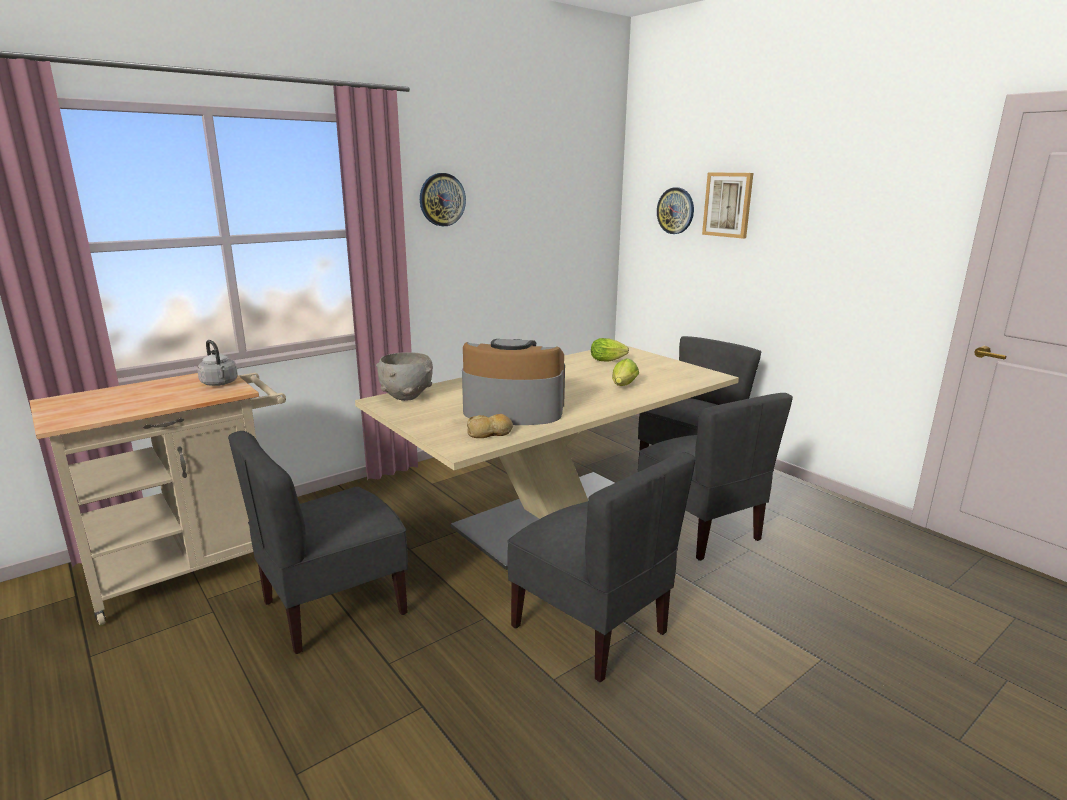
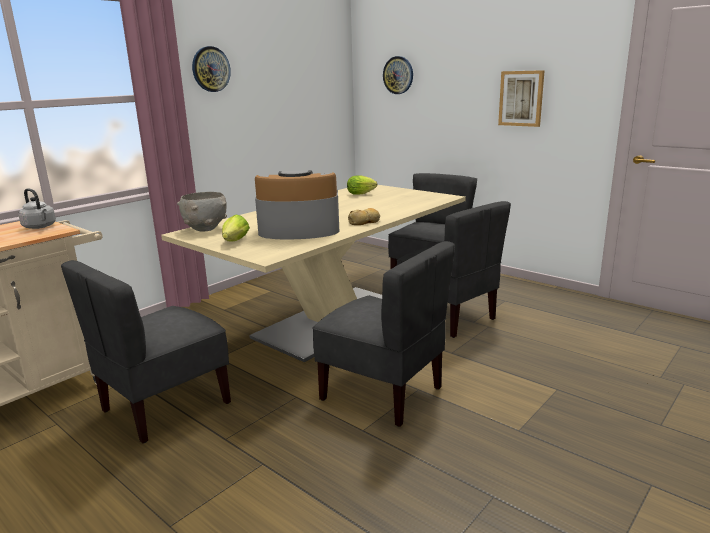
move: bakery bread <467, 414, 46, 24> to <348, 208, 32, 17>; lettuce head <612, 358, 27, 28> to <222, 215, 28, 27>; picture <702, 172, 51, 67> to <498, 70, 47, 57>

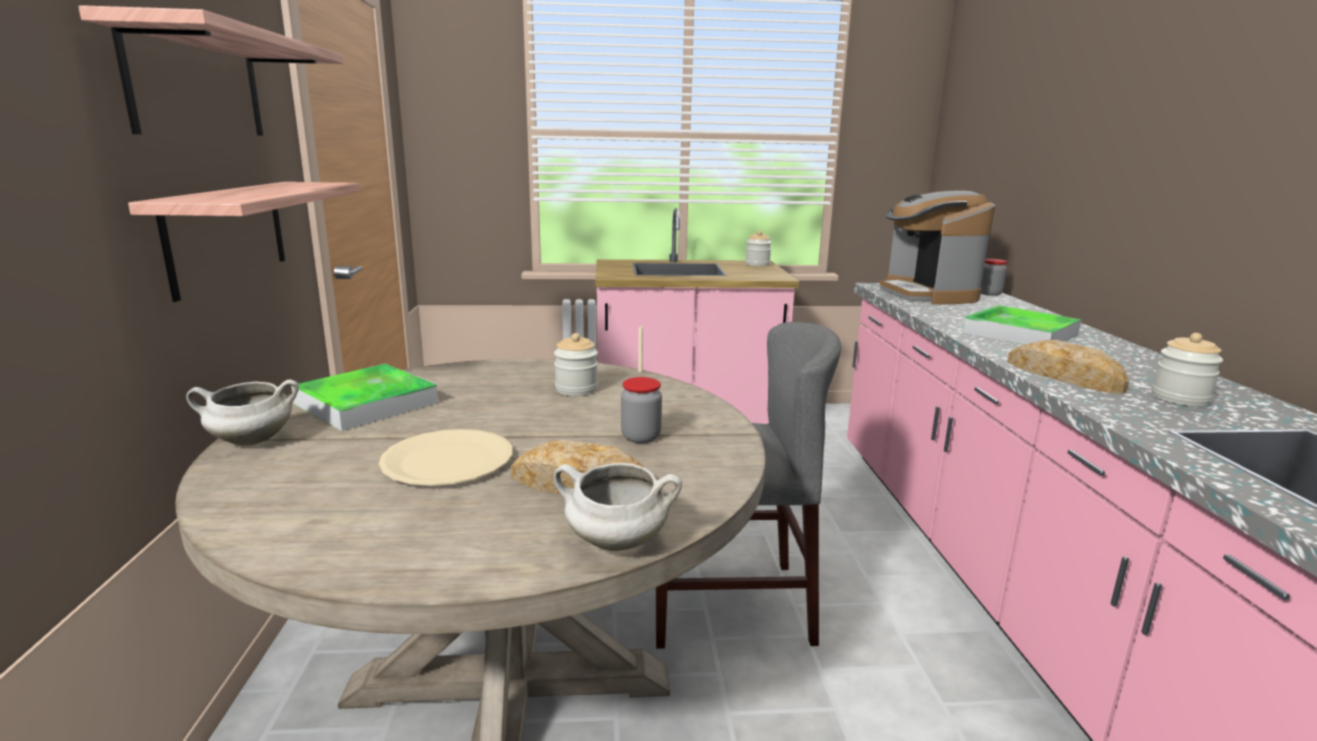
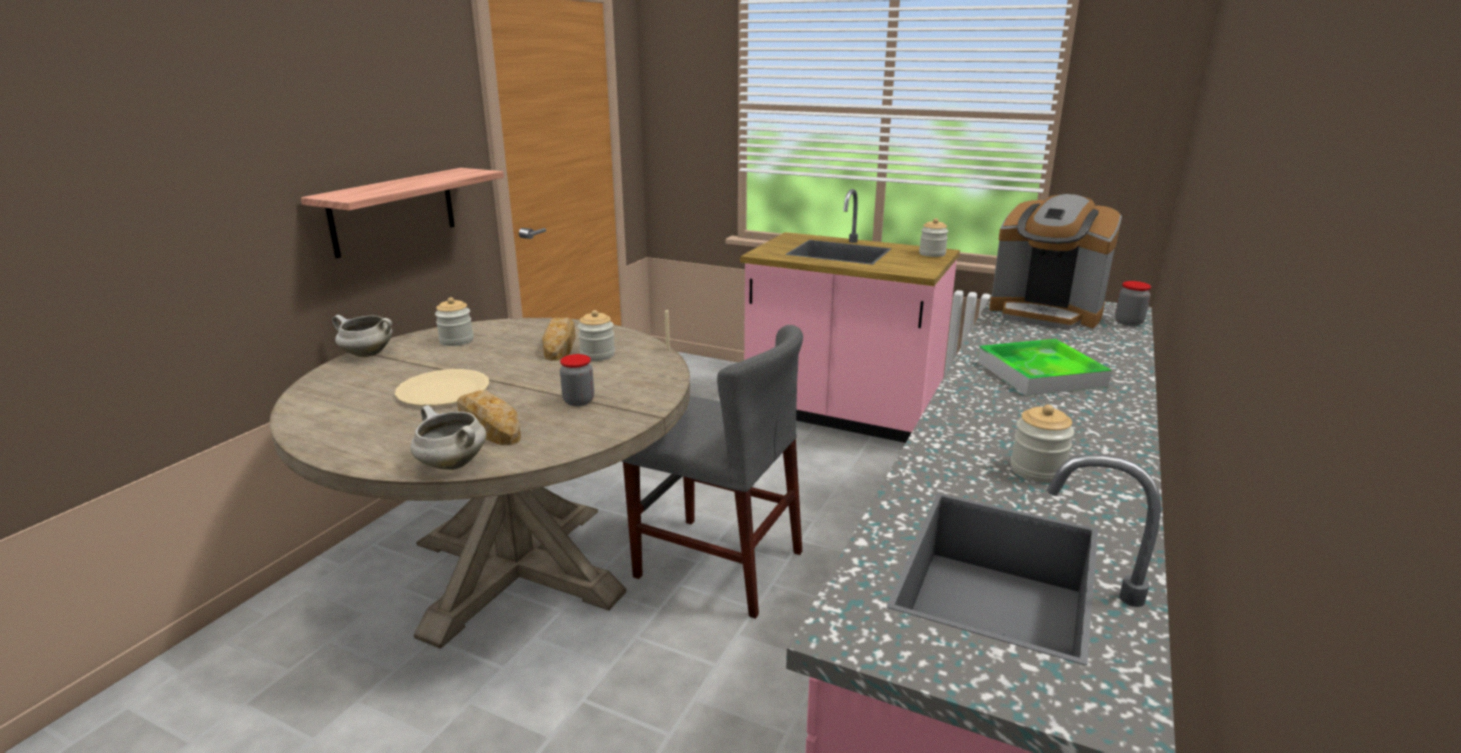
delete: shelf <78, 5, 265, 131>
move: bakery bread <1007, 340, 122, 54> to <542, 318, 34, 43>
replace: tray <291, 364, 147, 67> to jar <435, 297, 39, 49>
rotate: coffee machine <880, 191, 115, 113> = <989, 194, 133, 136> 75 degrees counterclockwise

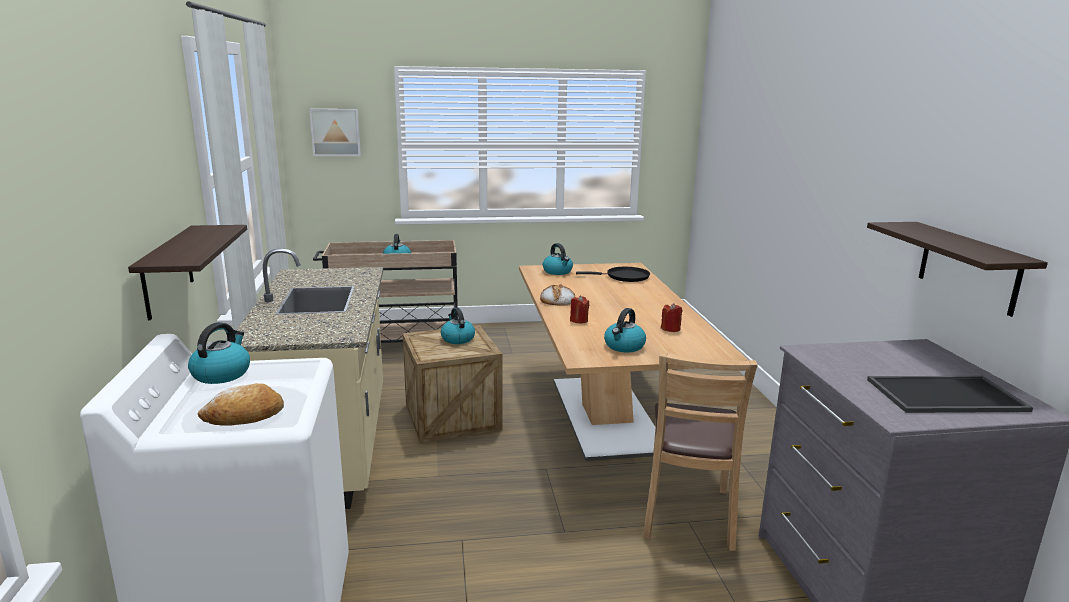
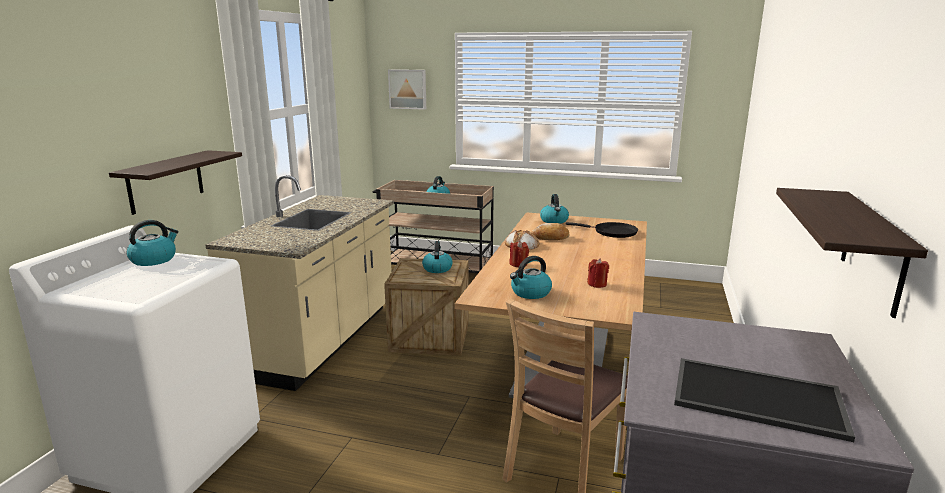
move: bakery bread <198, 383, 86, 43> to <531, 223, 39, 17>

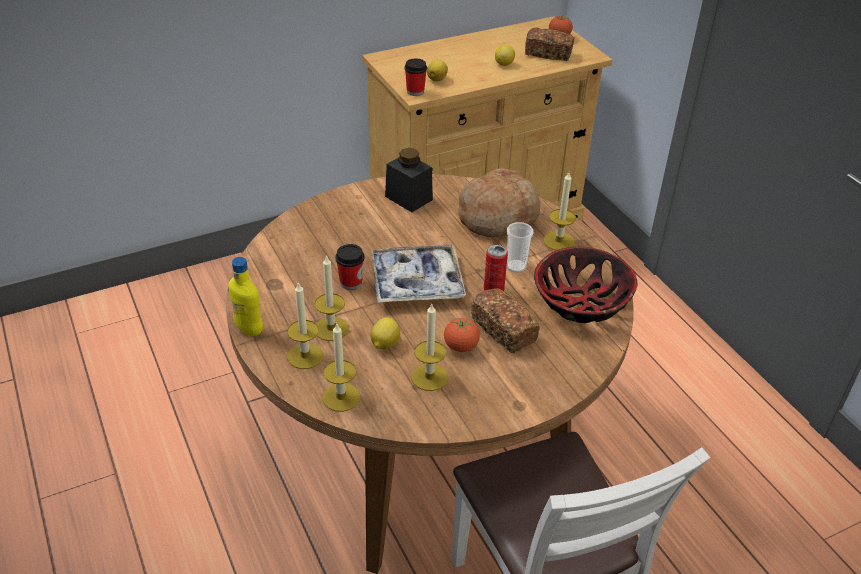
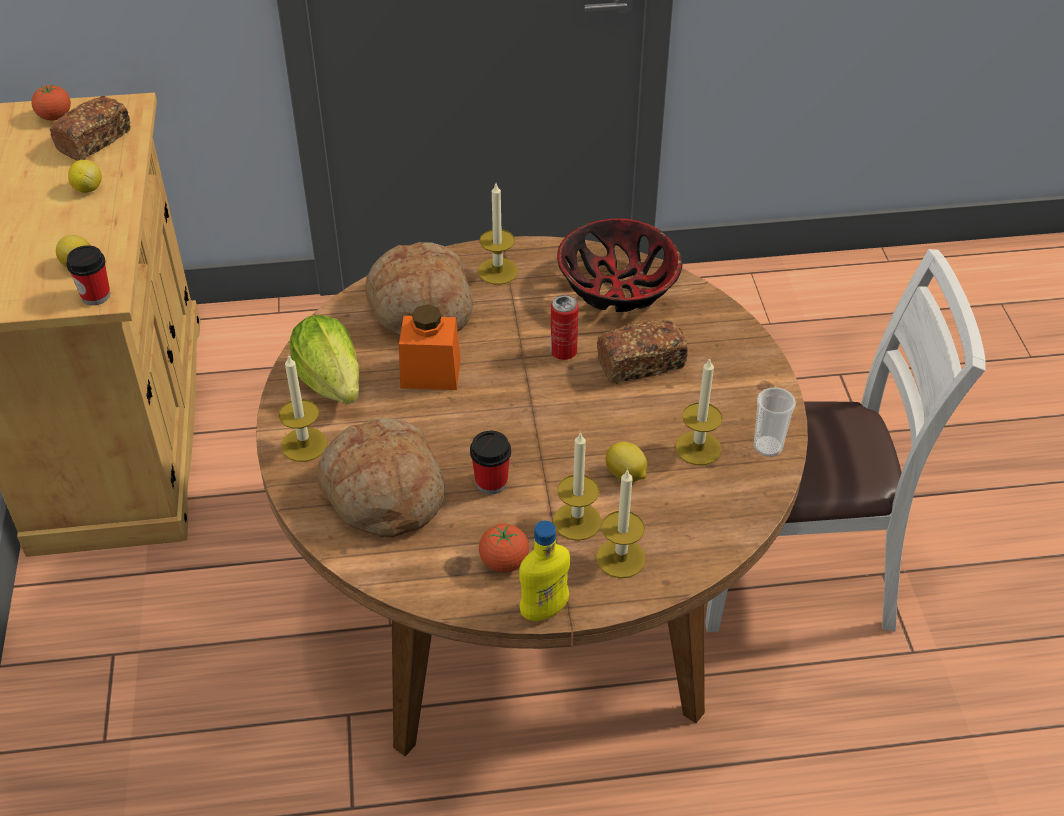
delete: tray <371, 245, 95, 58>
insert: bakery bread <317, 418, 128, 120>; jar in orange-coloured <399, 304, 62, 86>
move: wax light <322, 324, 38, 88> to <279, 354, 48, 108>; fresh tomato <444, 318, 36, 34> to <479, 524, 50, 49>; small cup <507, 222, 27, 51> to <754, 387, 42, 70>
replace: jar in blackish <385, 148, 48, 64> to lettuce head <290, 315, 69, 89>

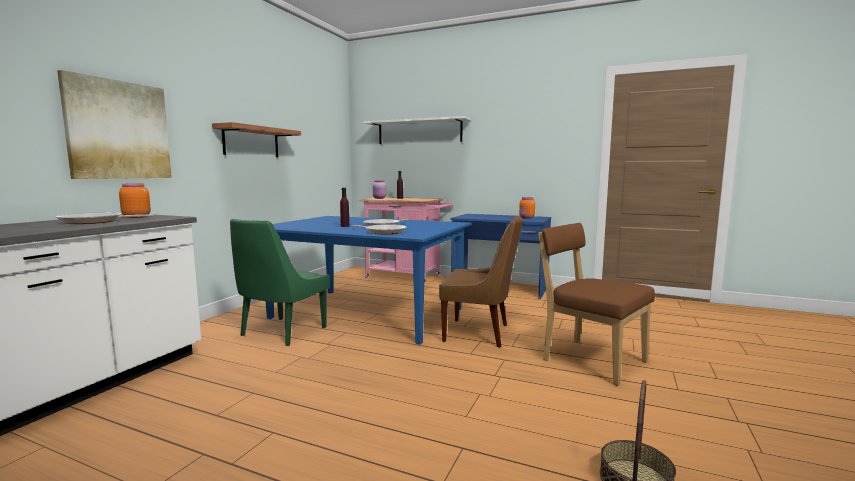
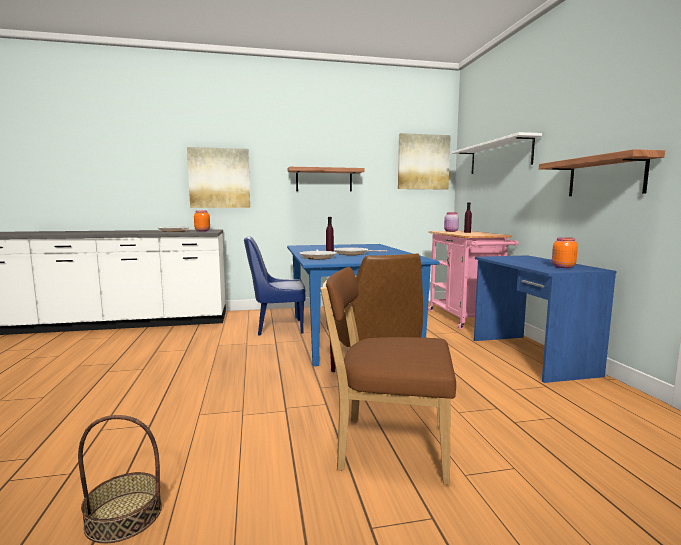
insert: picture <398, 133, 53, 57>; shelf <539, 149, 126, 47>
recolor: upright chair in green <230, 219, 99, 127> to upright chair in blue <244, 236, 61, 100>
rotate: upright chair in brownish <538, 223, 117, 163> = <320, 267, 136, 218> 90 degrees counterclockwise

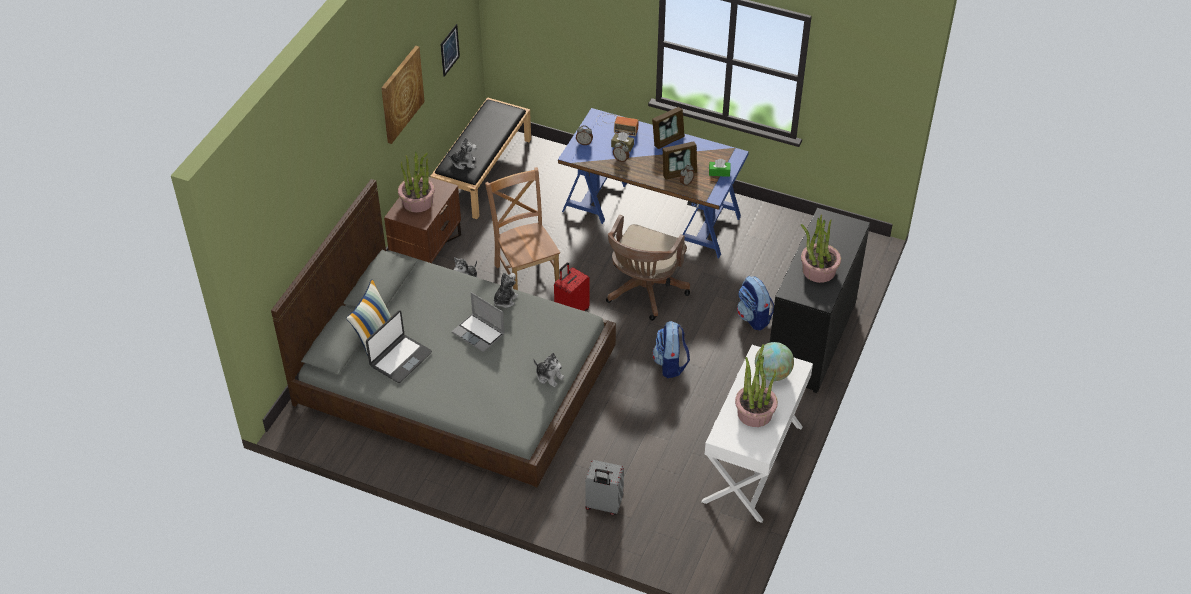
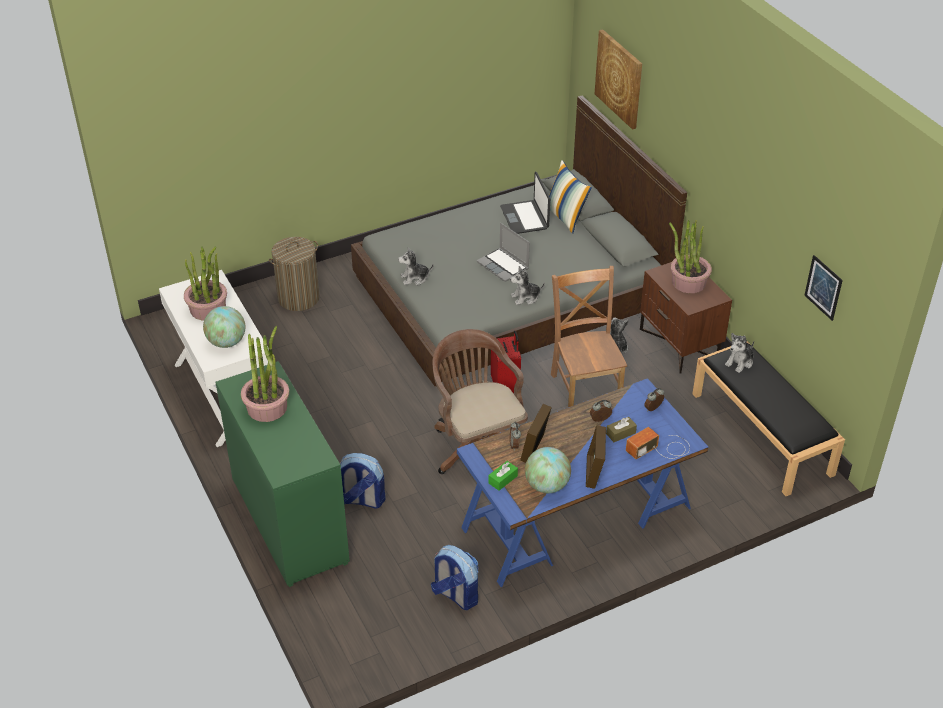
insert: globe <525, 447, 46, 46>
move: picture <381, 46, 44, 98> to <595, 29, 47, 101>; rucksack <653, 321, 37, 57> to <431, 545, 47, 65>
replace: suitcase in greyish <585, 460, 39, 55> to hamper <269, 237, 51, 74>
recolor: drawer chest in blackish <770, 208, 100, 185> to drawer chest in green <216, 361, 134, 226>
rotate: notebook computer <452, 292, 53, 61> = <477, 223, 53, 59> 120 degrees counterclockwise; upright chair in brownish <485, 167, 75, 123> = <551, 266, 76, 141> 120 degrees counterclockwise; plush toy <494, 273, 25, 35> = <510, 266, 35, 39> 90 degrees clockwise

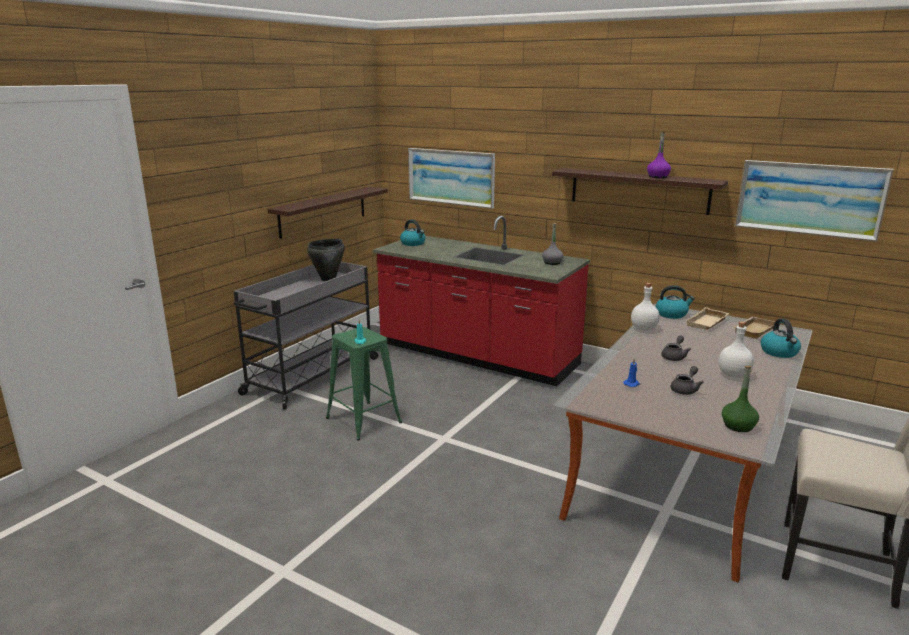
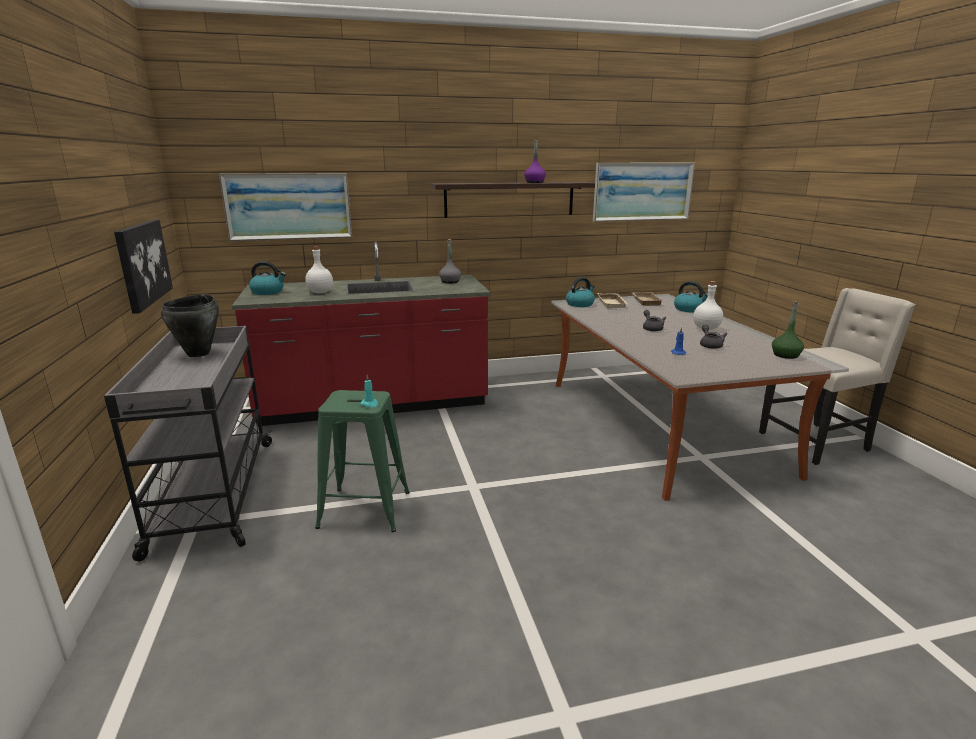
move: beverage bottle in white-coloured <631, 283, 29, 48> to <305, 246, 28, 47>
replace: shelf <268, 187, 120, 52> to picture <114, 220, 59, 94>

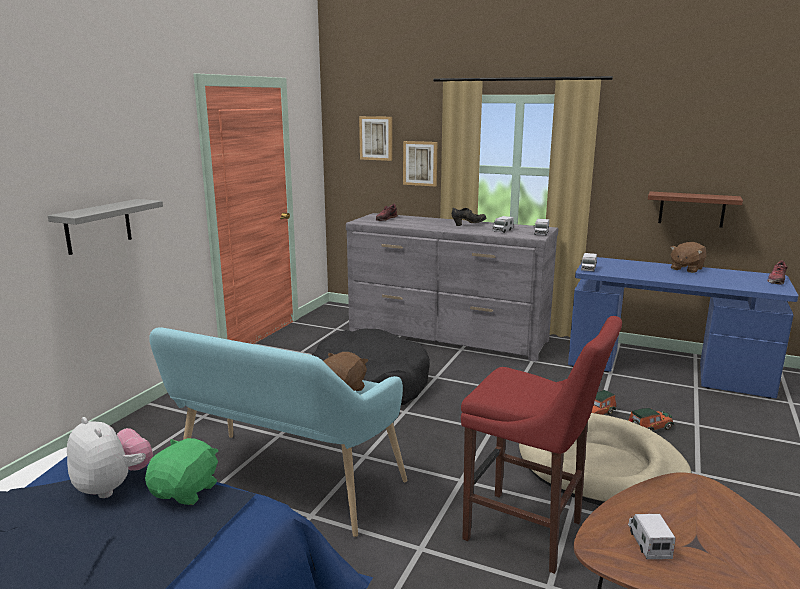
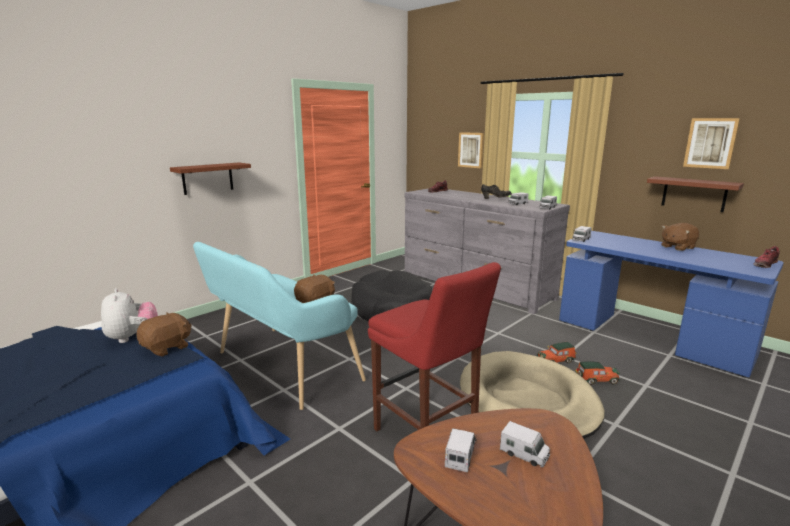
insert: toy lorry <500, 421, 50, 46>
move: picture <359, 116, 33, 45> to <683, 118, 57, 51>
recolor: shelf in greyish <48, 199, 115, 56> to shelf in brownish <170, 162, 81, 33>; plush toy in green <145, 438, 73, 67> to plush toy in brownish <136, 312, 56, 45>

